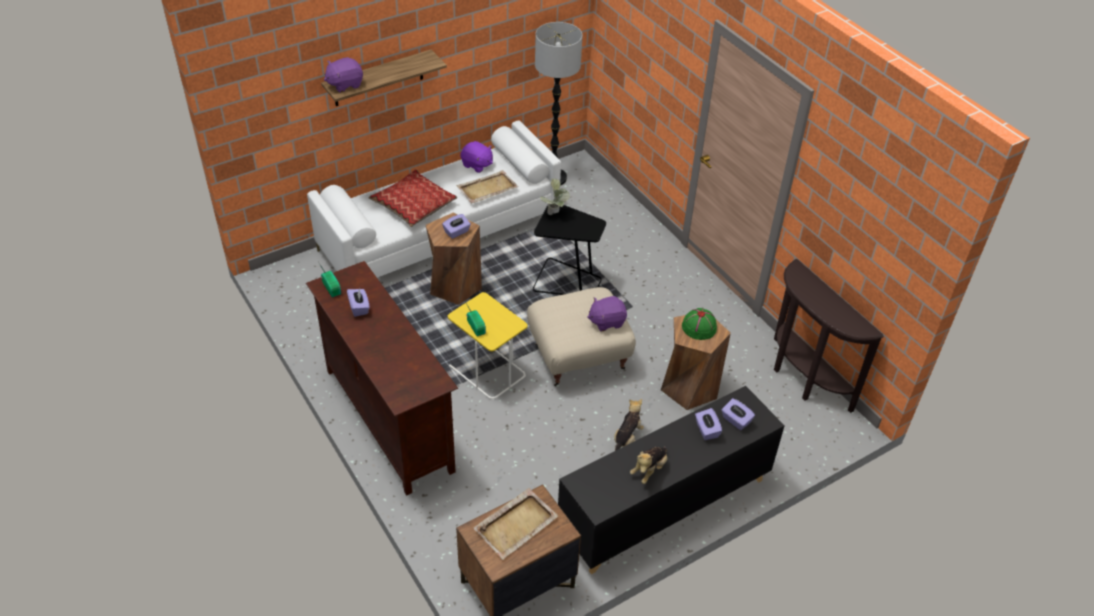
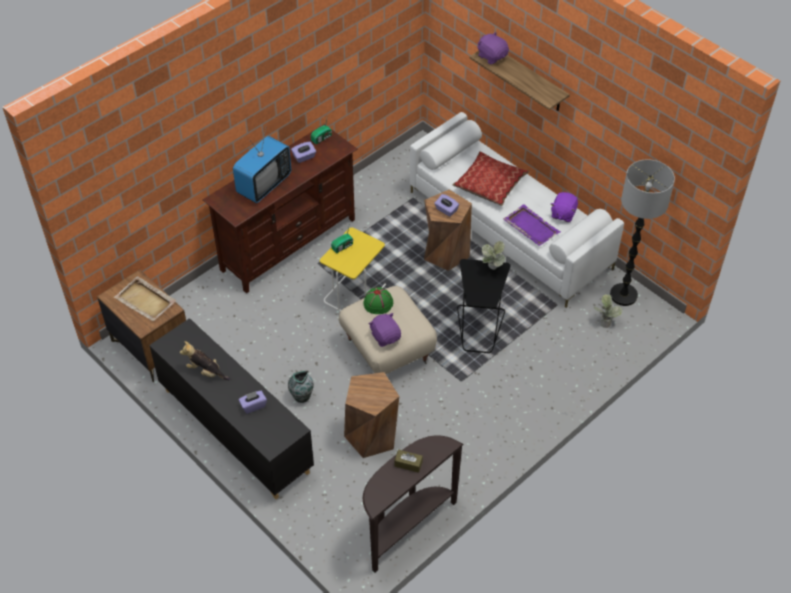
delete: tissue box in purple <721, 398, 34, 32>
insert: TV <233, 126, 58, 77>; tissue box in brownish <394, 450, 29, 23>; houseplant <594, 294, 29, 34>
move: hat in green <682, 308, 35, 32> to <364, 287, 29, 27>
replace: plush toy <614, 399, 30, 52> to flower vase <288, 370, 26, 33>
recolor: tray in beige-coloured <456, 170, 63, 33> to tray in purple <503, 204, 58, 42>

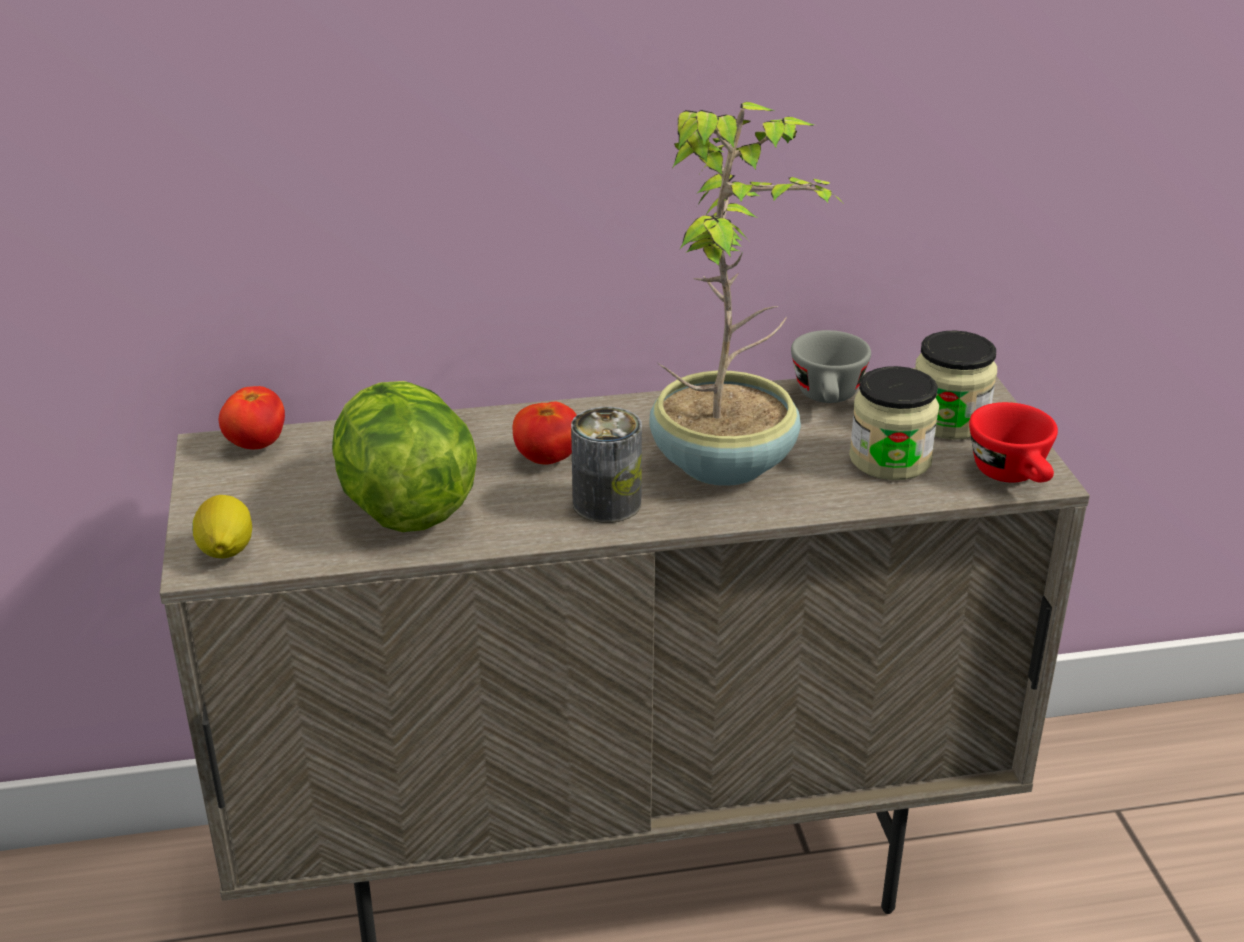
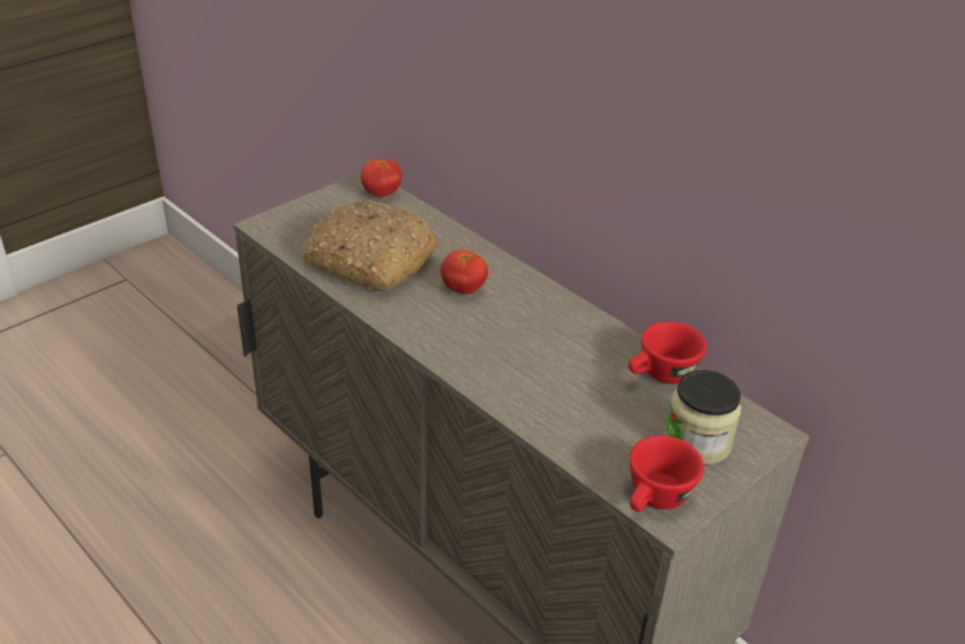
delete: citrus fruit <192, 495, 60, 63>; can <571, 407, 71, 116>; houseplant <650, 102, 196, 384>; jar <849, 366, 90, 114>
replace: lettuce head <332, 381, 145, 151> to bakery bread <302, 200, 137, 91>
recolor: small cup in greyish <791, 330, 80, 73> to small cup in reddish <628, 322, 78, 62>

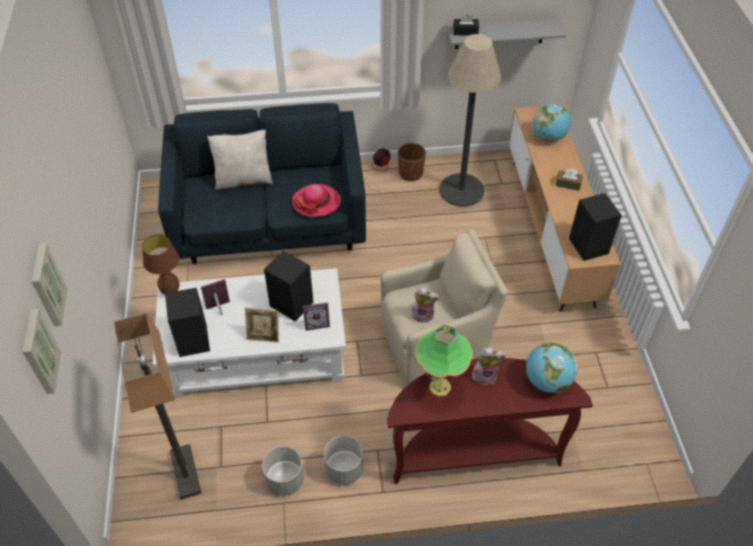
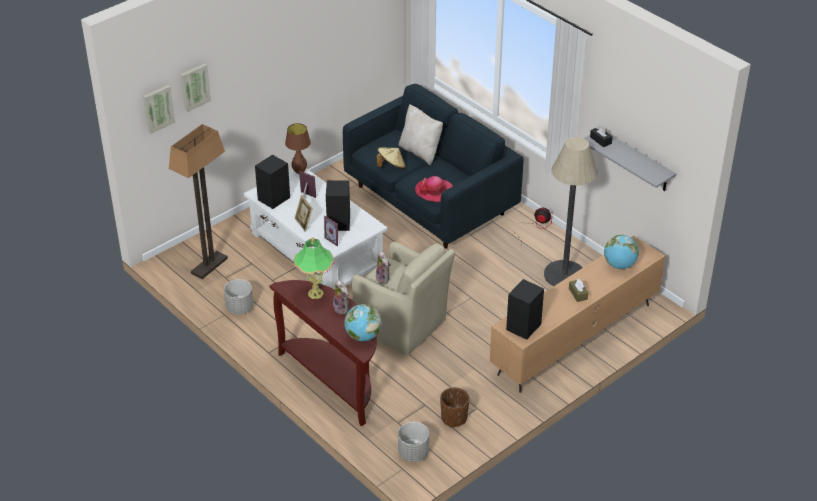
insert: hat in beige-coloured <377, 147, 29, 22>
move: plant pot in greyish <324, 436, 39, 49> to <398, 422, 31, 40>; plant pot in brownish <398, 143, 28, 38> to <440, 387, 30, 41>

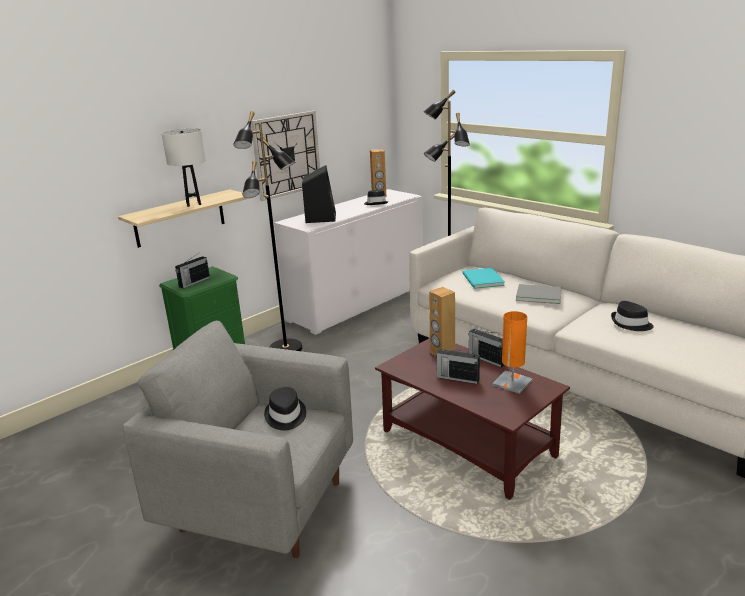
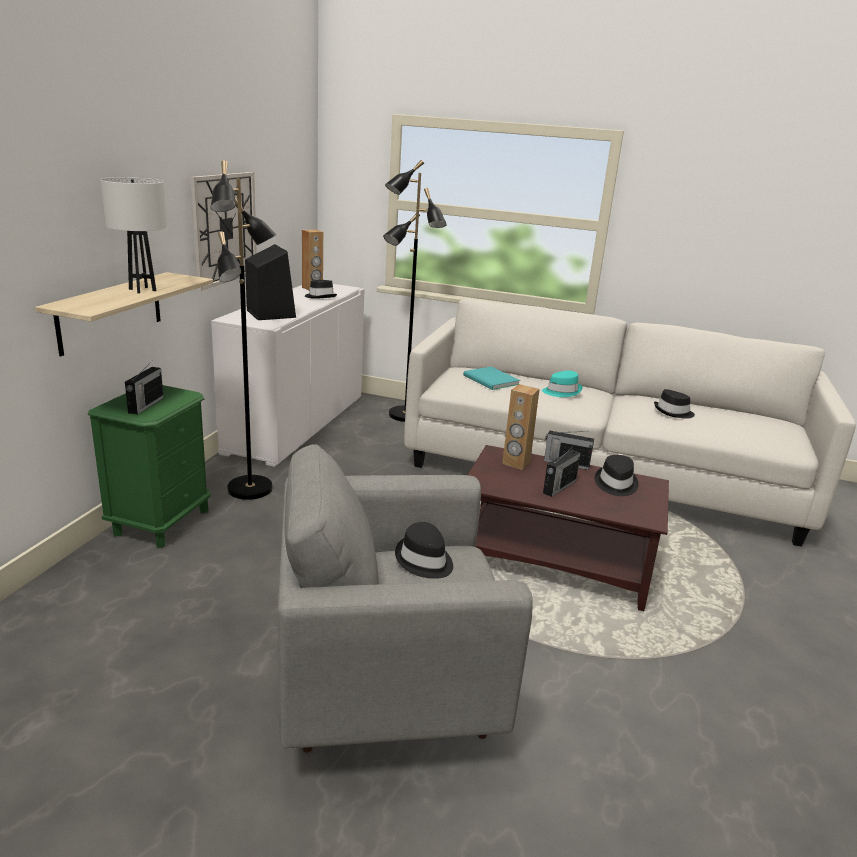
replace: tabletop lamp in orange-coloured <492, 311, 40, 83> to hat in blackish <595, 455, 43, 41>; book in greyish <516, 284, 46, 20> to hat in turquoise <542, 371, 40, 26>
rotate: radio <435, 349, 45, 35> = <543, 447, 38, 50> 45 degrees counterclockwise

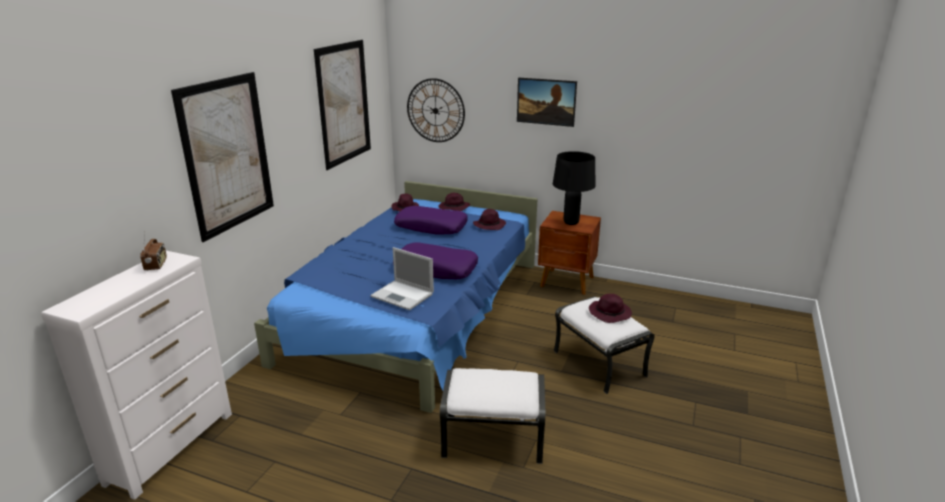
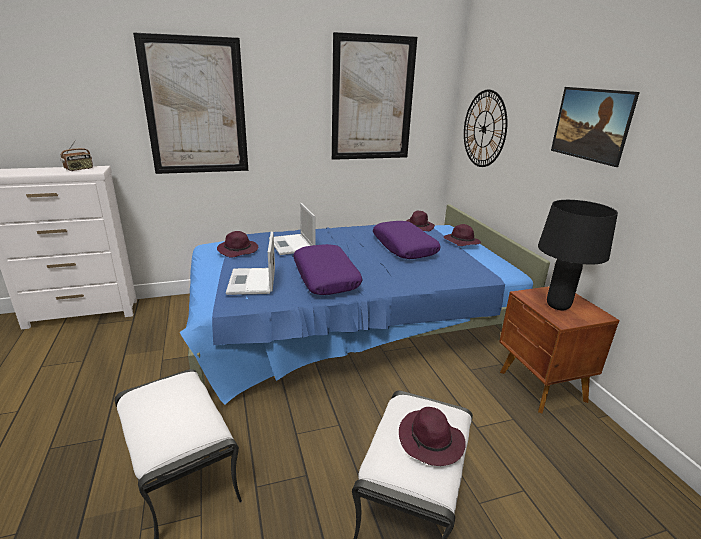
insert: notebook computer <269, 203, 47, 52>
move: hat in purple <473, 209, 33, 21> to <217, 231, 41, 26>

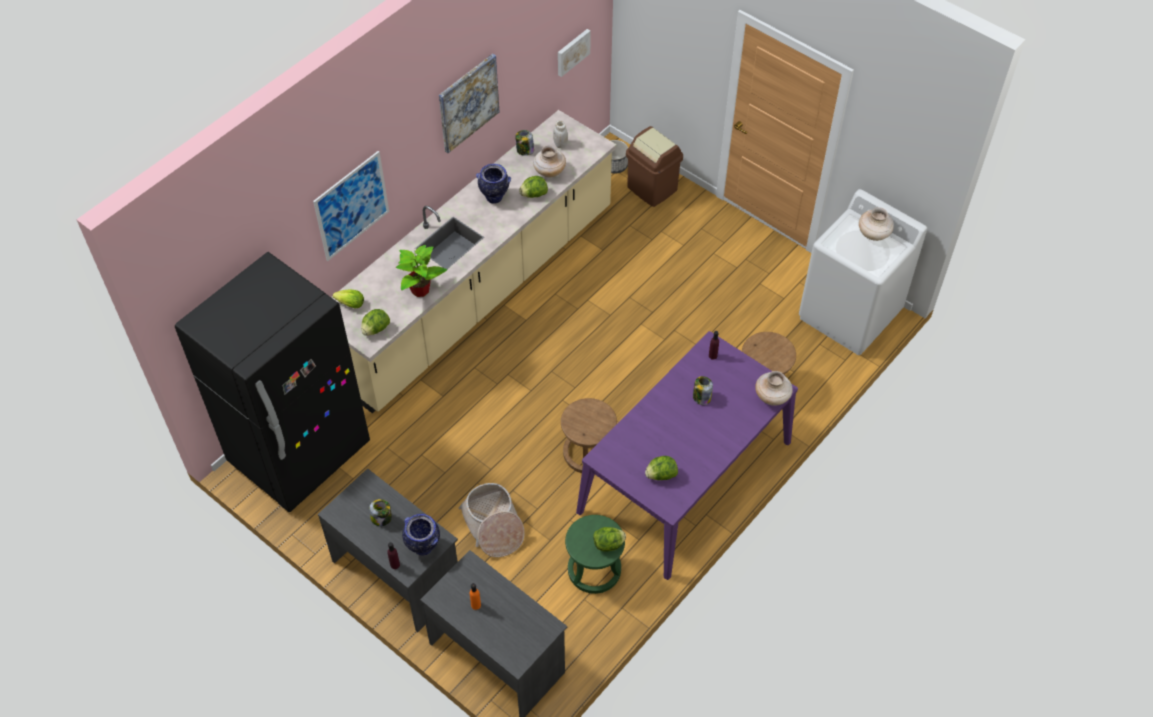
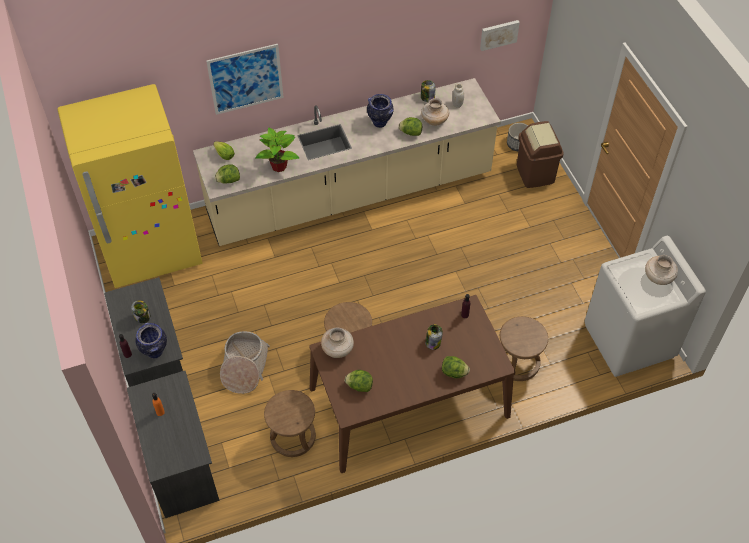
delete: picture <439, 54, 60, 99>
move: lettuce head <593, 527, 33, 25> to <442, 356, 28, 22>; flower vase in beige-coloured <755, 371, 38, 35> to <321, 328, 33, 30>
recolor: fridge in blackish <175, 252, 195, 260> to fridge in yellow-coloured <57, 84, 145, 204>; sitting stool in green <565, 515, 60, 79> to sitting stool in brownish <264, 390, 52, 67>; dinner table in purple <576, 331, 222, 249> to dinner table in brownish <309, 295, 206, 178>

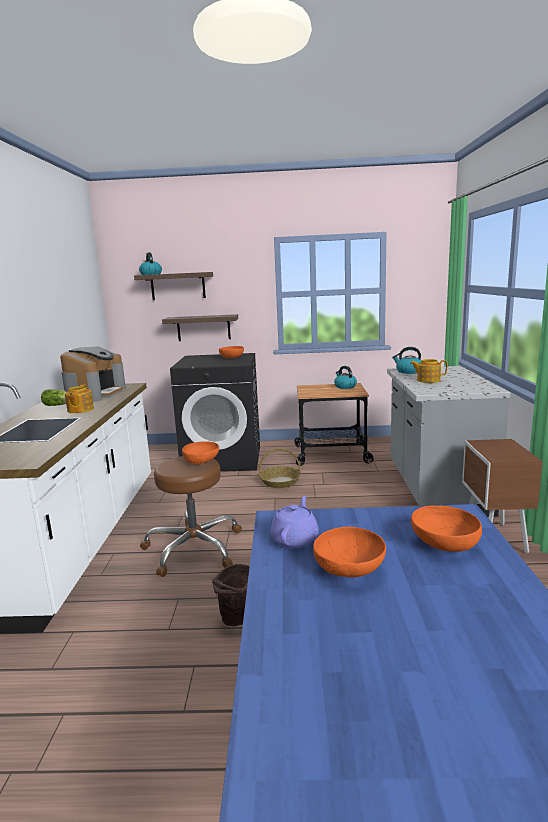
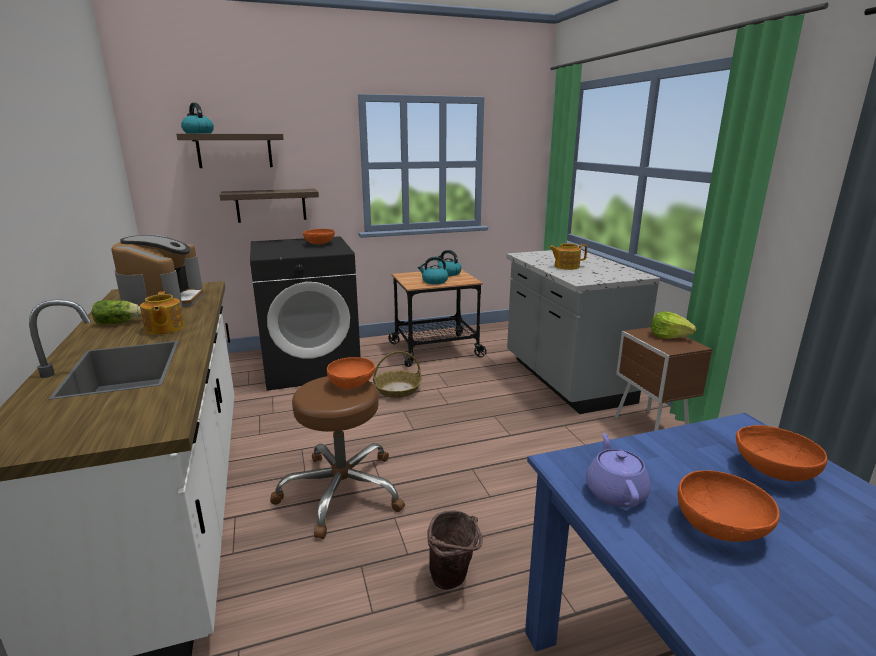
insert: lettuce head <651, 311, 45, 28>
move: tea kettle <392, 347, 29, 27> to <418, 257, 30, 27>

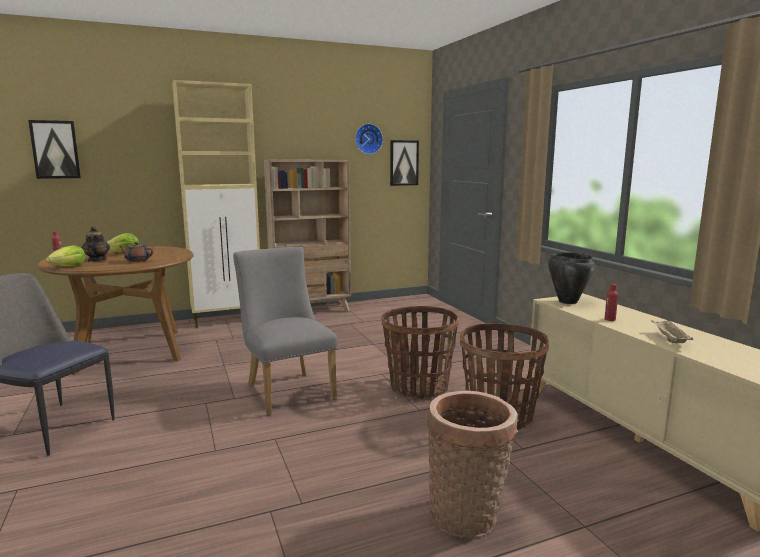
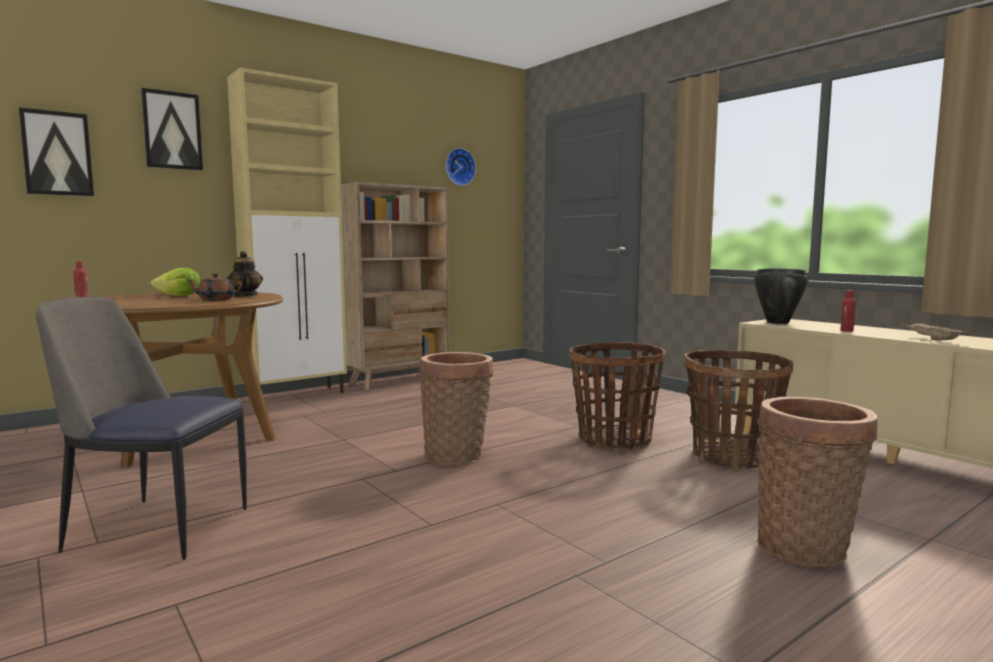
delete: lettuce head <46, 245, 39, 21>
move: tea pot <82, 226, 28, 36> to <227, 251, 36, 46>; picture <390, 140, 29, 46> to <141, 88, 62, 82>
replace: upright chair in greyish <233, 247, 105, 169> to storage basket <419, 352, 74, 114>

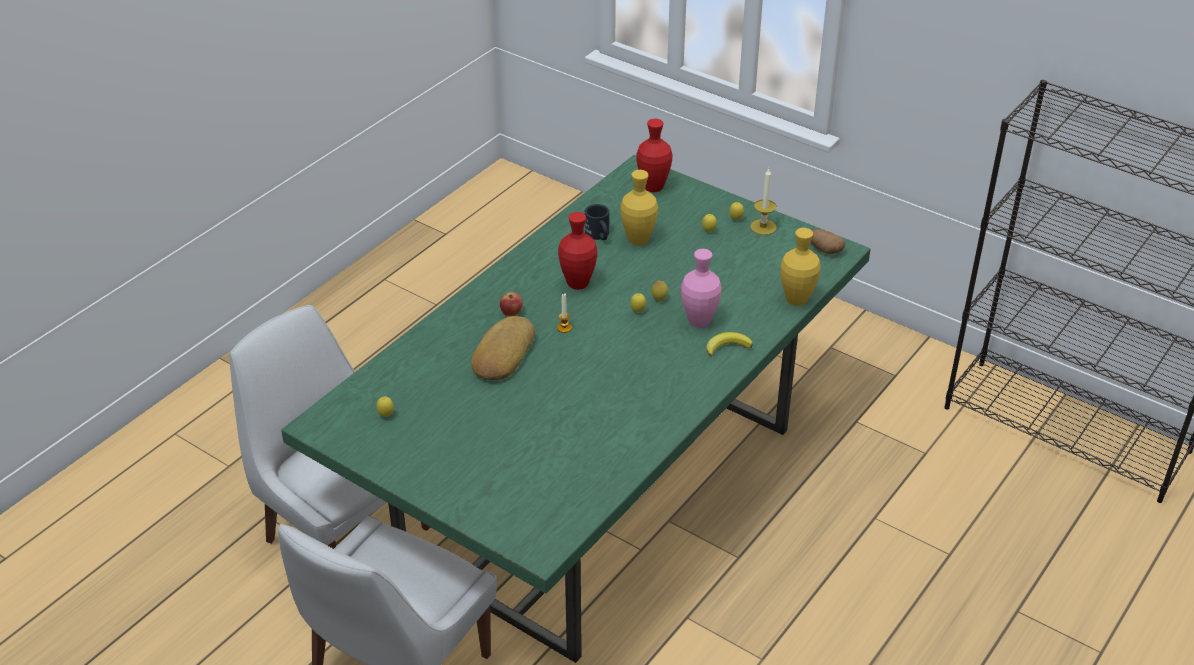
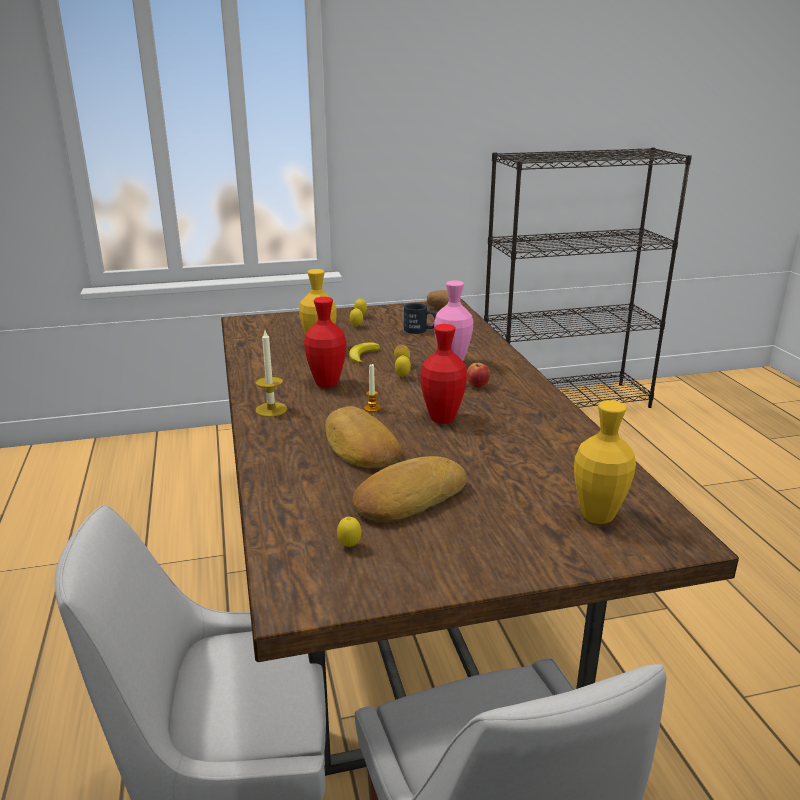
insert: bakery bread <353, 456, 114, 66>
move: apple fruit <500, 292, 23, 25> to <467, 363, 23, 25>; coffee mug in blackish <585, 204, 24, 36> to <404, 303, 32, 31>; flower vase in reddish <636, 119, 37, 73> to <421, 324, 46, 100>; banana <706, 332, 47, 25> to <349, 342, 31, 22>; wax light <750, 168, 27, 67> to <255, 331, 32, 86>; flower vase in yellow-coloured <780, 228, 40, 78> to <574, 400, 62, 124>
recolor: dinner table in green <281, 155, 589, 508> to dinner table in brownish <221, 299, 518, 477>

